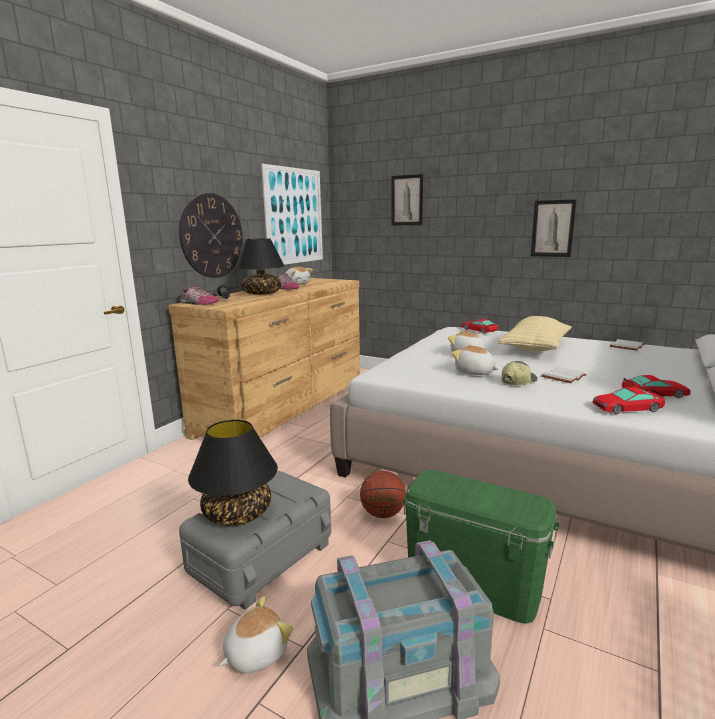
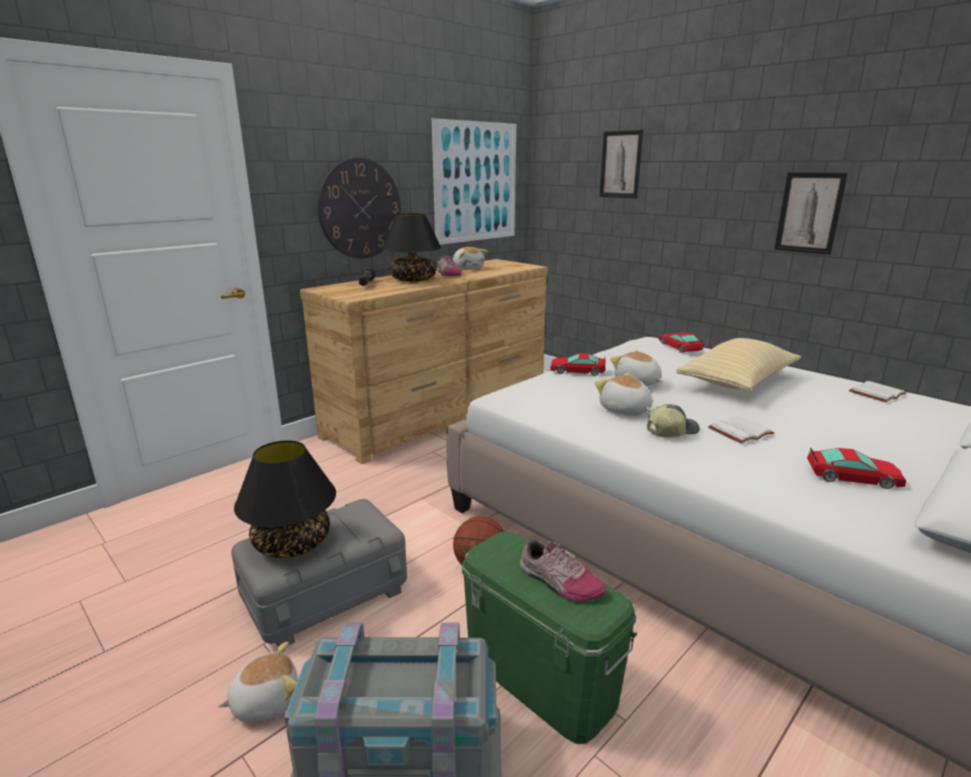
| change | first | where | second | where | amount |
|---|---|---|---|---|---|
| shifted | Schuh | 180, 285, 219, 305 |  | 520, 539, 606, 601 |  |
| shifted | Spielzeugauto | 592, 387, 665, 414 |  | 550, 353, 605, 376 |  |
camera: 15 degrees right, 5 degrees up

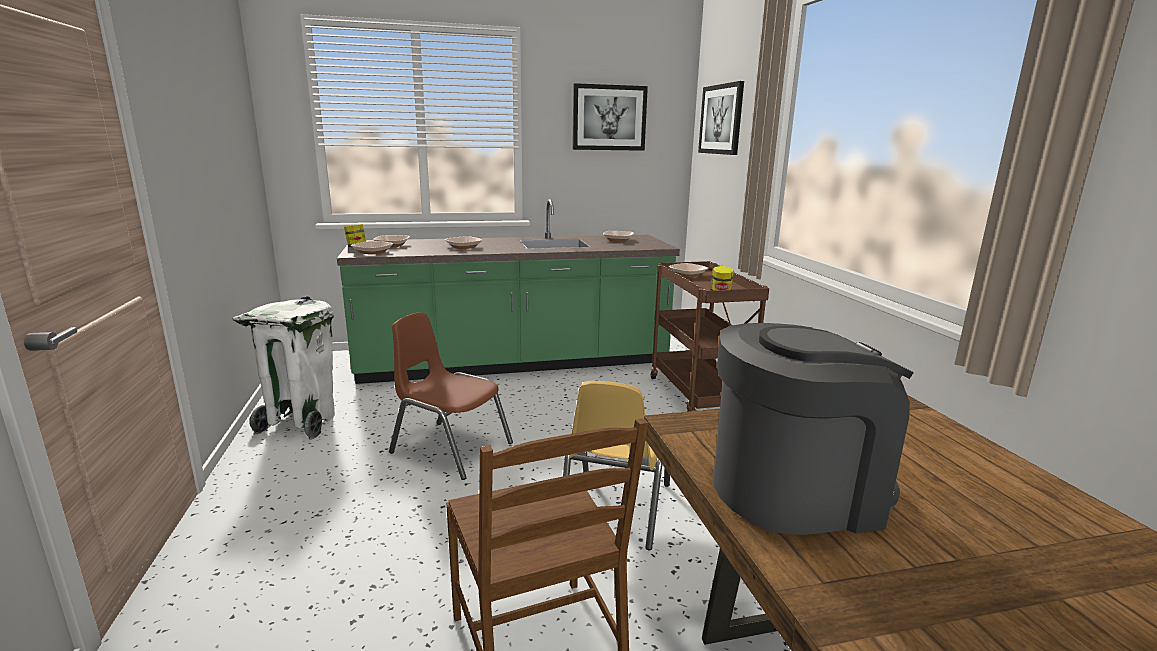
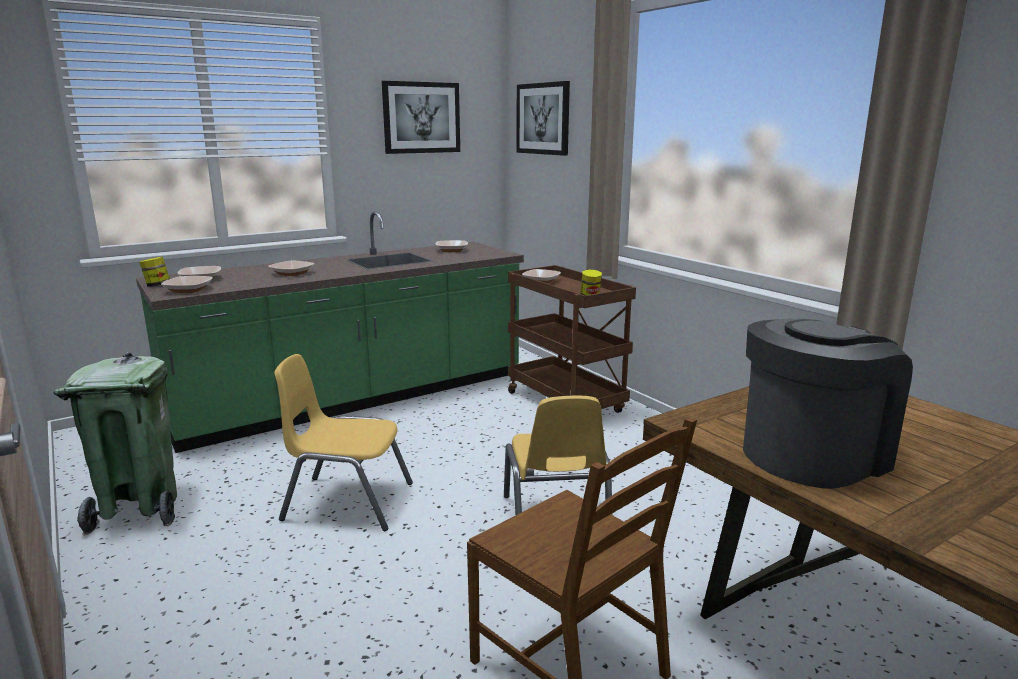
| change | first | where | second | where | amount |
|---|---|---|---|---|---|
| repainted | Mülleimer [weiß] | 232, 296, 335, 440 | Mülleimer [grün] | 53, 352, 177, 536 |  |
| repainted | Stuhl [braun] | 389, 312, 513, 480 | Stuhl [gelb] | 274, 354, 413, 531 |  |
camera: 20 degrees left, 0 degrees up

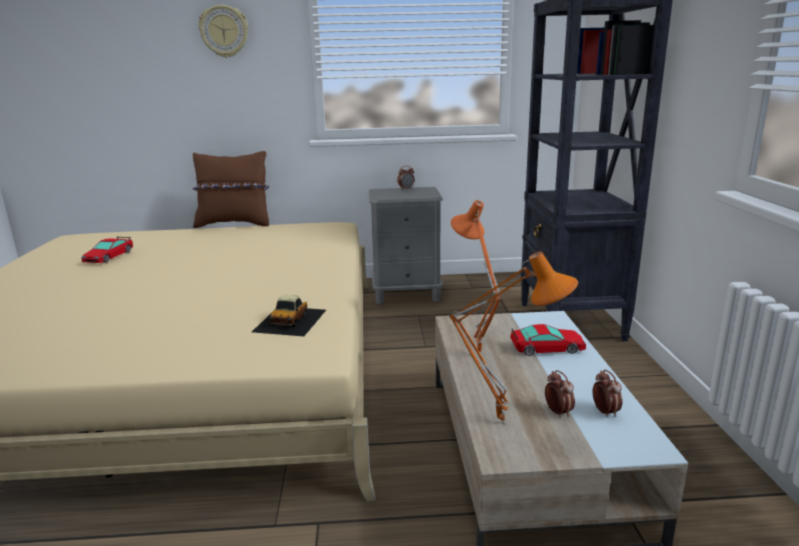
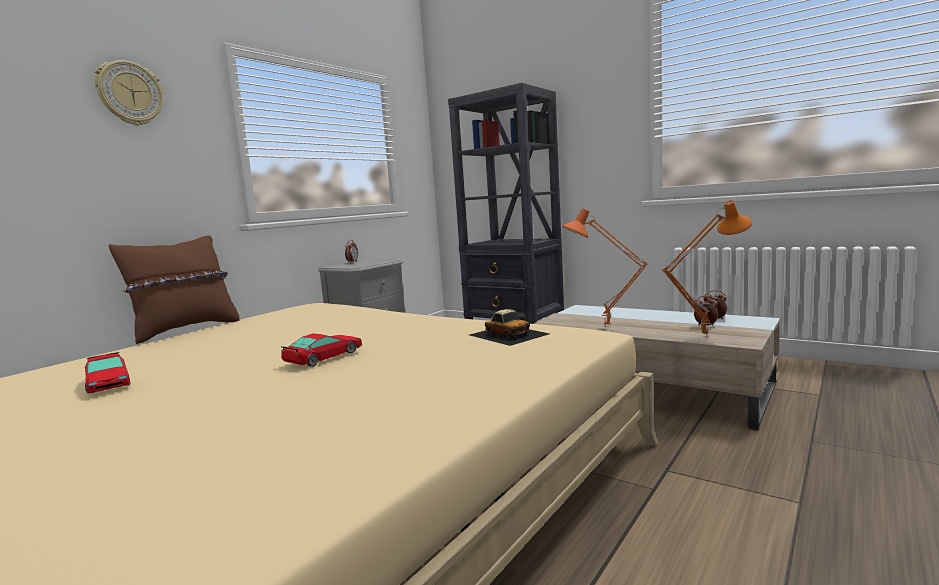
| change | first | where | second | where | amount |
|---|---|---|---|---|---|
| shifted | Spielzeugauto | 510, 324, 586, 356 |  | 281, 334, 362, 367 |  |
camera: 50 degrees left, 10 degrees down

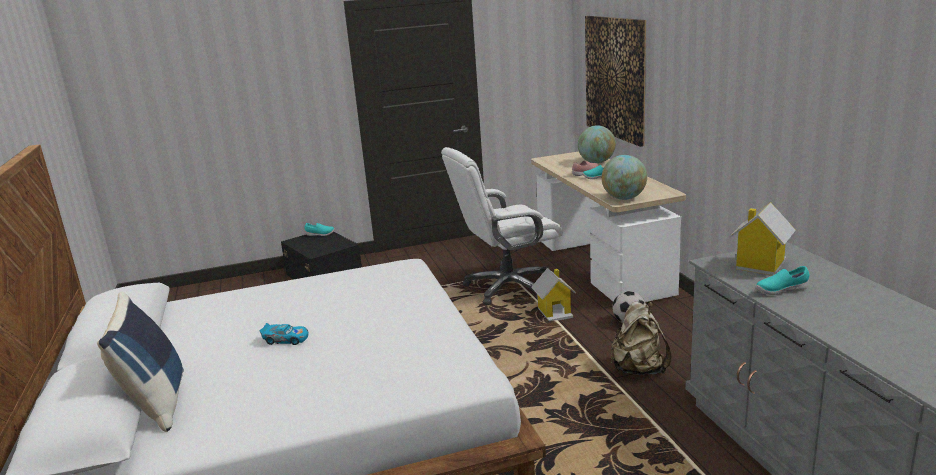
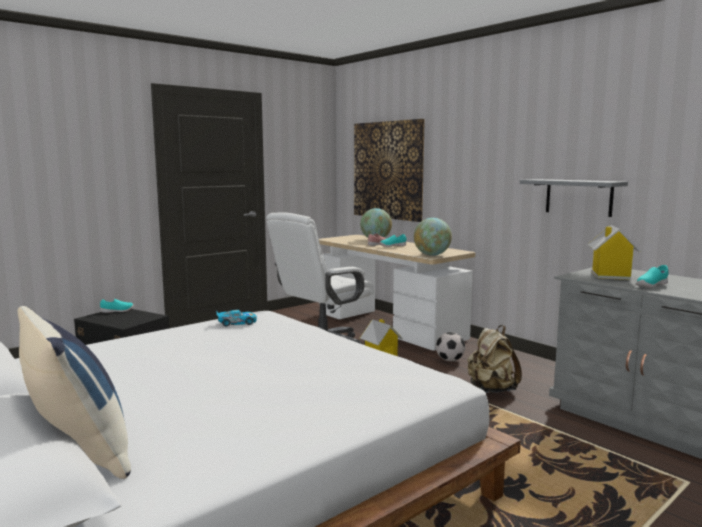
| change | first | where | second | where | amount |
|---|---|---|---|---|---|
| shifted | Spielzeugauto | 259, 323, 309, 345 |  | 216, 310, 257, 327 |  |
| new |  |  | Wandregal [grau] | 520, 179, 628, 217 |  |
camera: 25 degrees left, 10 degrees down

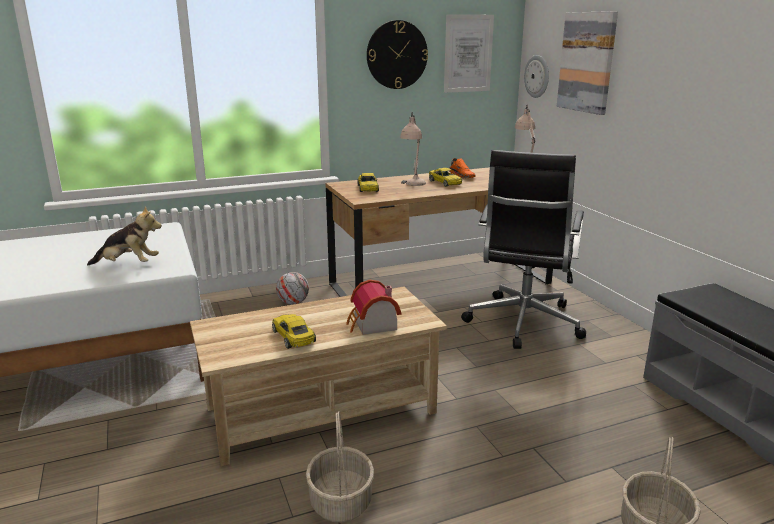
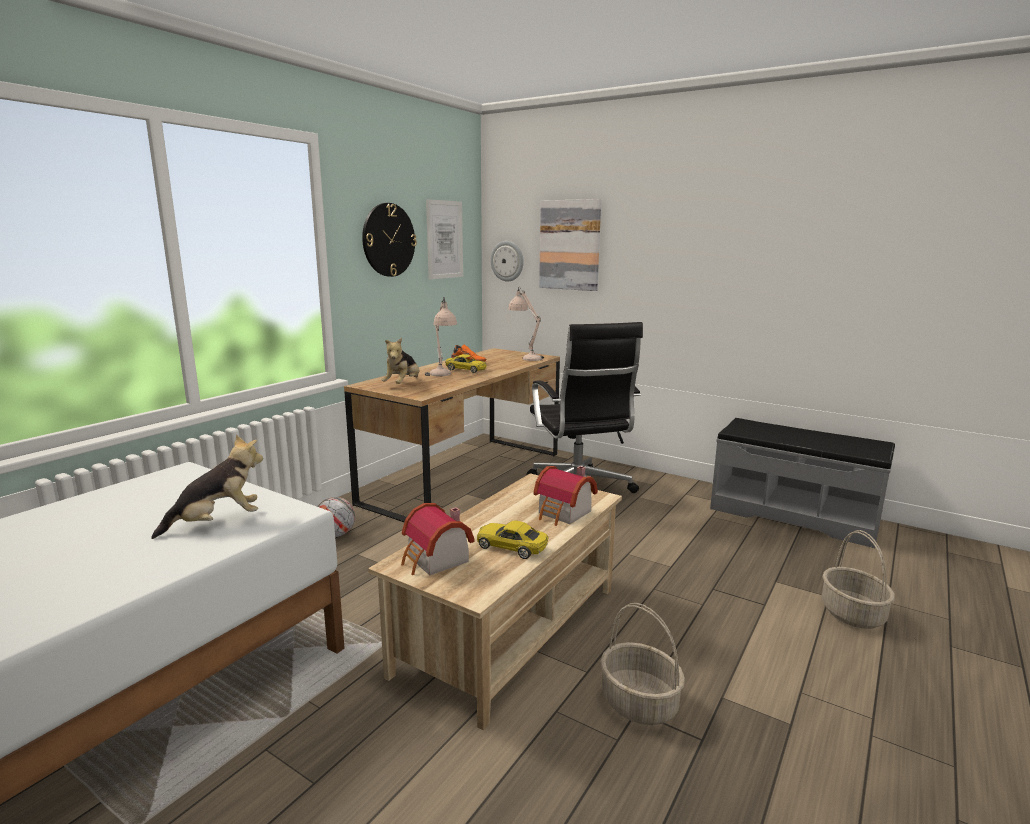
| change | first | where | second | where | amount |
|---|---|---|---|---|---|
| swapped | Spielzeugauto [gelb] | 357, 173, 379, 192 | Plüschtier | 382, 338, 419, 384 |  |
| new |  |  | Spielzeughaus | 401, 503, 475, 575 |  |
camera: 35 degrees left, 5 degrees down

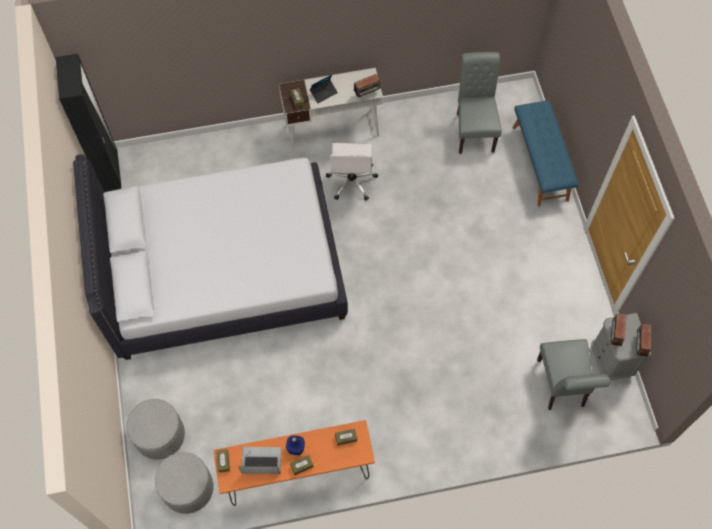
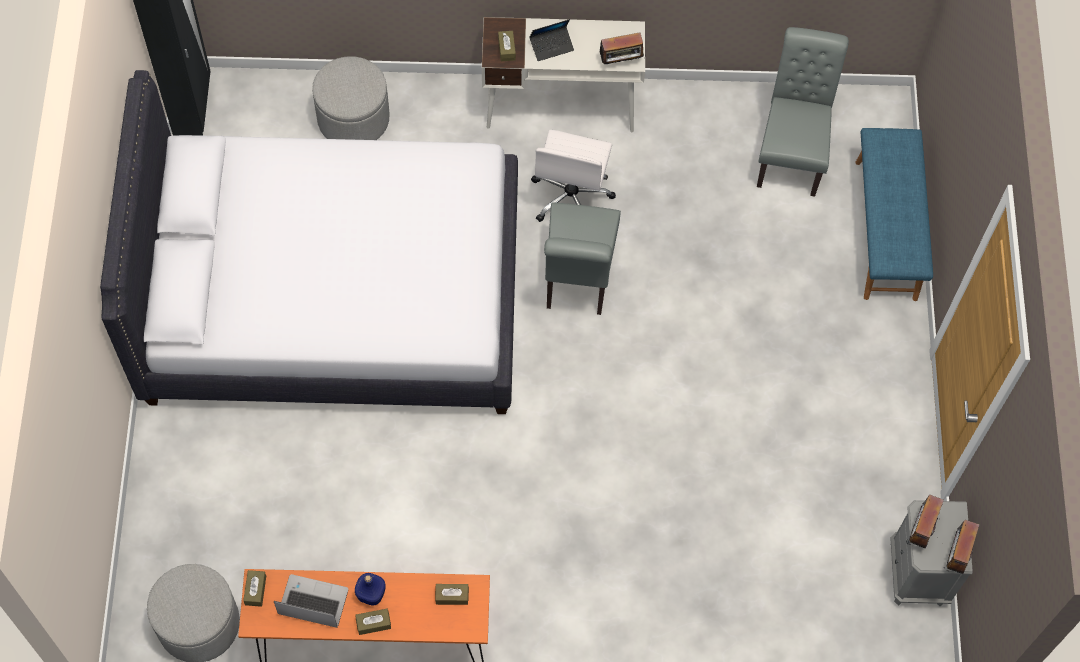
| change | first | where | second | where | amount |
|---|---|---|---|---|---|
| shifted | Polsterhocker [grau] | 126, 399, 185, 460 |  | 312, 56, 390, 140 |  |
| shifted | Stuhl [grau] | 537, 339, 610, 410 |  | 544, 202, 621, 315 |  |
camera: 10 degrees right, 0 degrees up

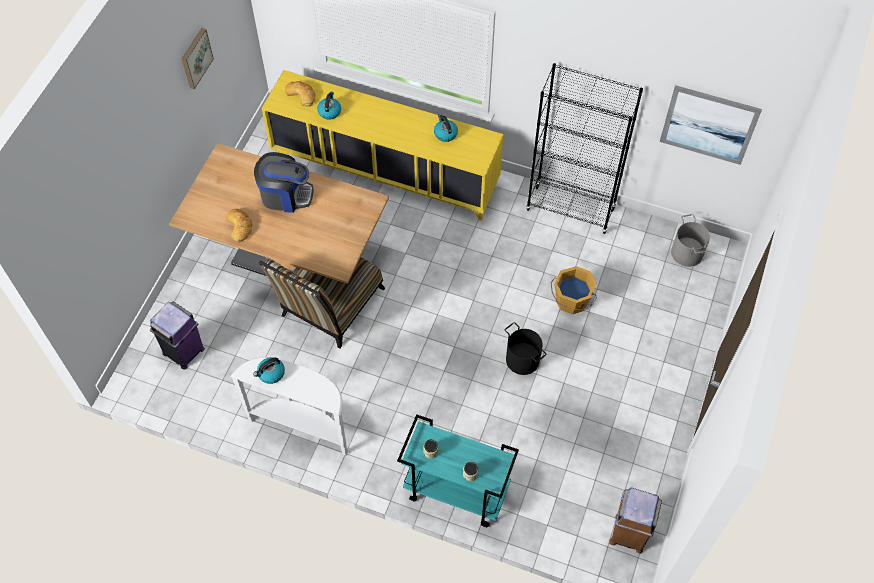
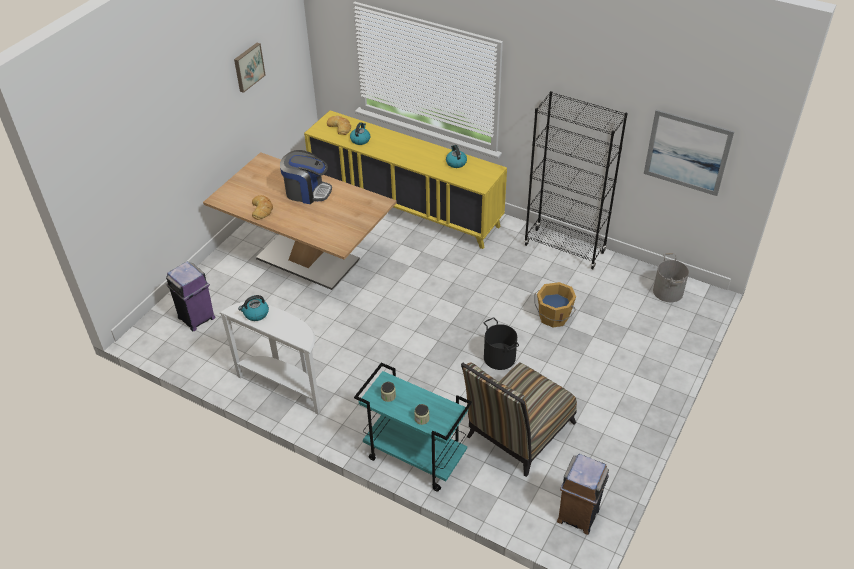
| change | first | where | second | where | amount |
|---|---|---|---|---|---|
| shifted | Stuhl | 259, 257, 385, 349 |  | 461, 362, 577, 477 |  |
camera: 10 degrees right, 15 degrees down

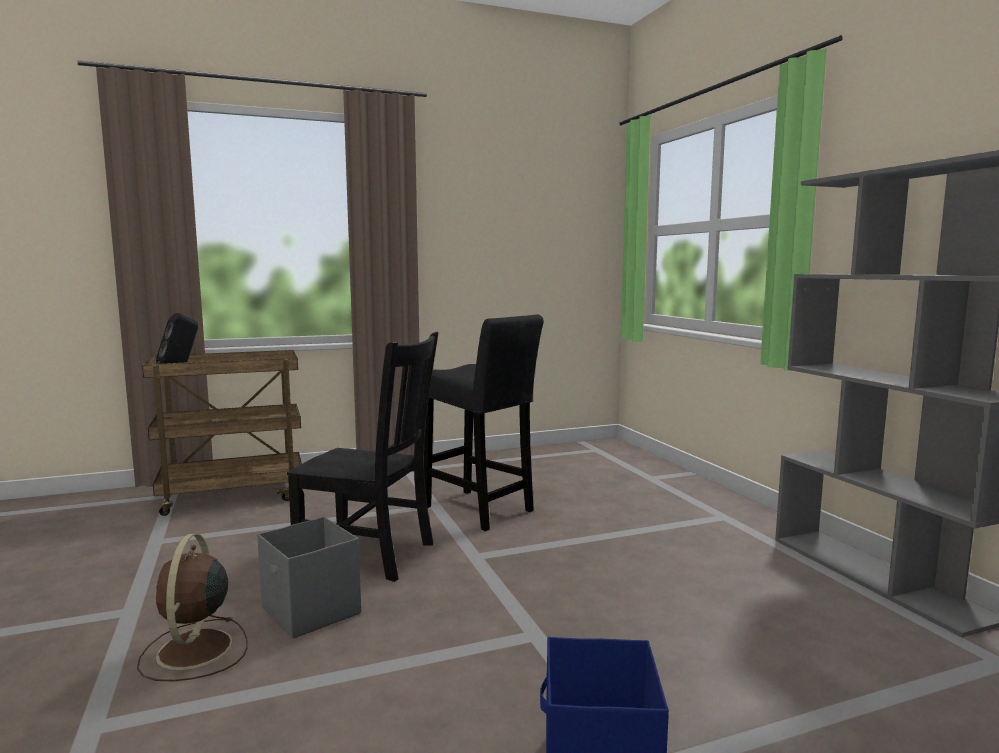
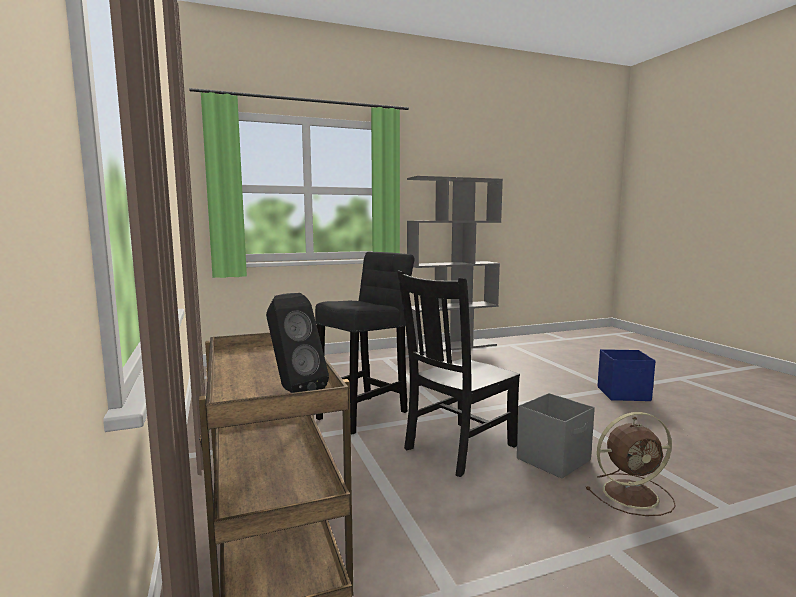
| change | first | where | second | where | amount |
|---|---|---|---|---|---|
| rotated | Stuhl [schwarz] | 287, 332, 439, 582 |  | 397, 271, 520, 477 | 150 degrees counterclockwise |
camera: 90 degrees left, 0 degrees up

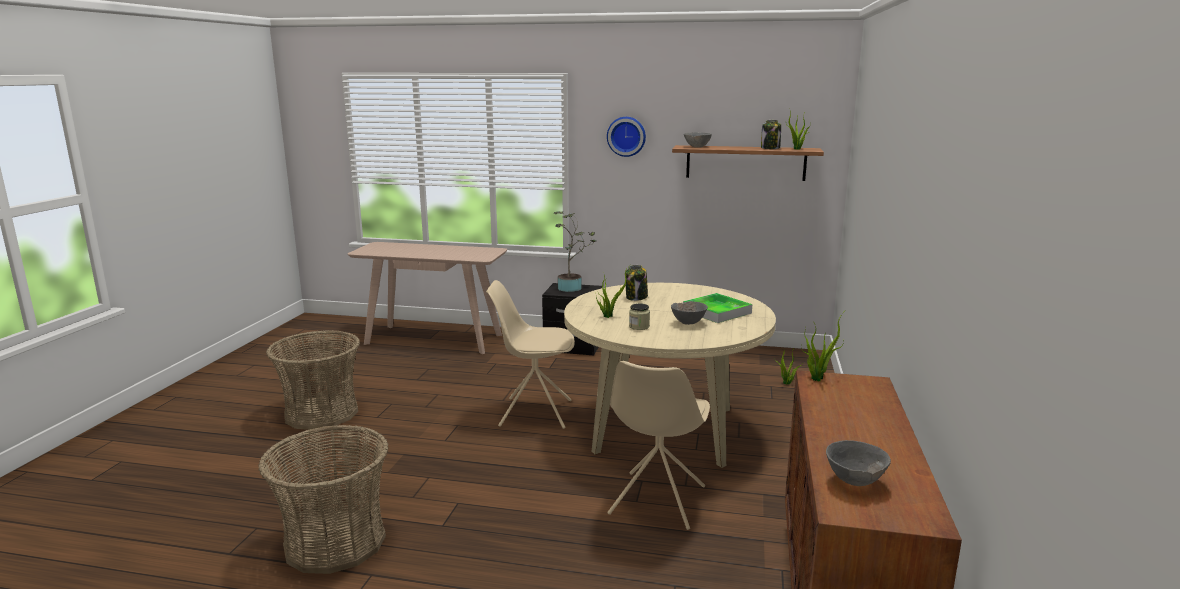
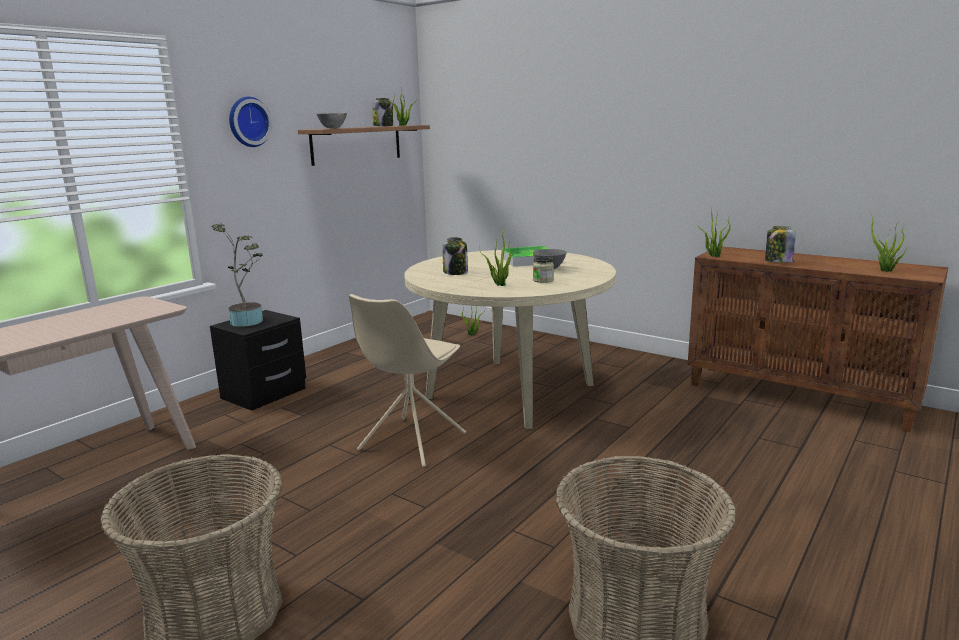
| change | first | where | second | where | amount |
|---|---|---|---|---|---|
| gone | Stuhl [beige] | 607, 361, 710, 530 |  |  |  |
| swapped | Schüssel [grau] | 826, 440, 891, 486 | Topfpflanze | 869, 211, 908, 272 |  |
| new |  |  | Vorratsglas | 765, 226, 796, 263 |  |
camera: 65 degrees left, 0 degrees up

